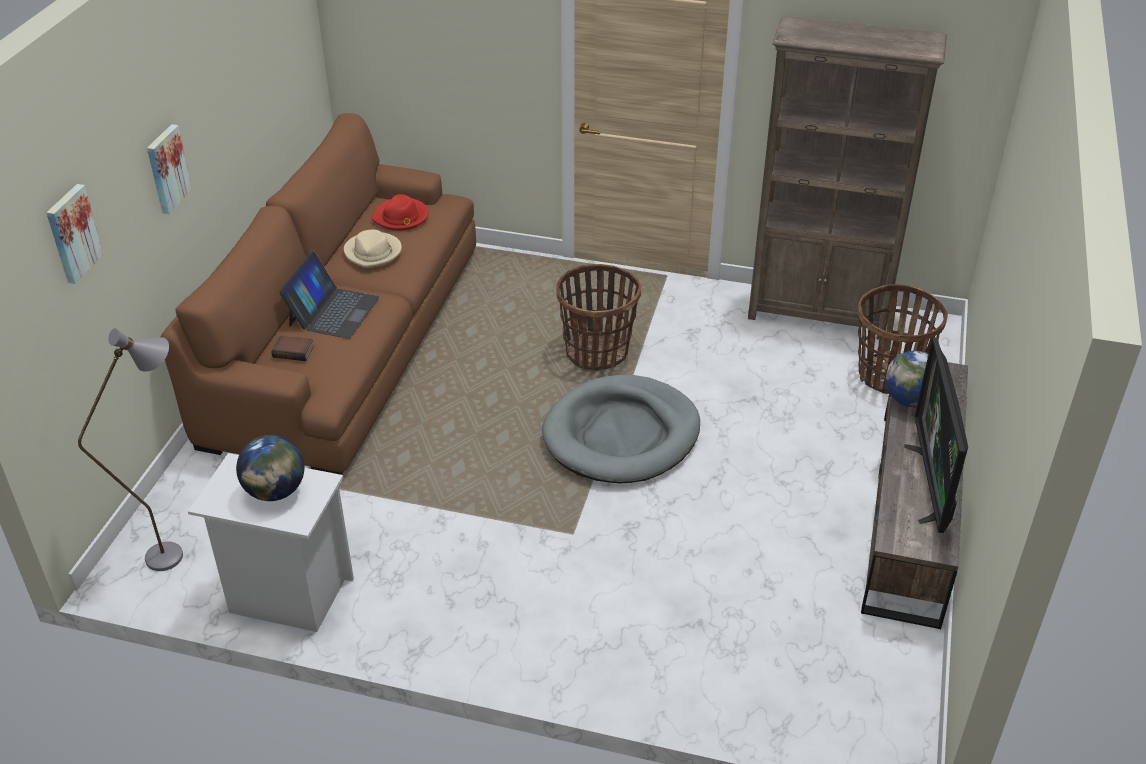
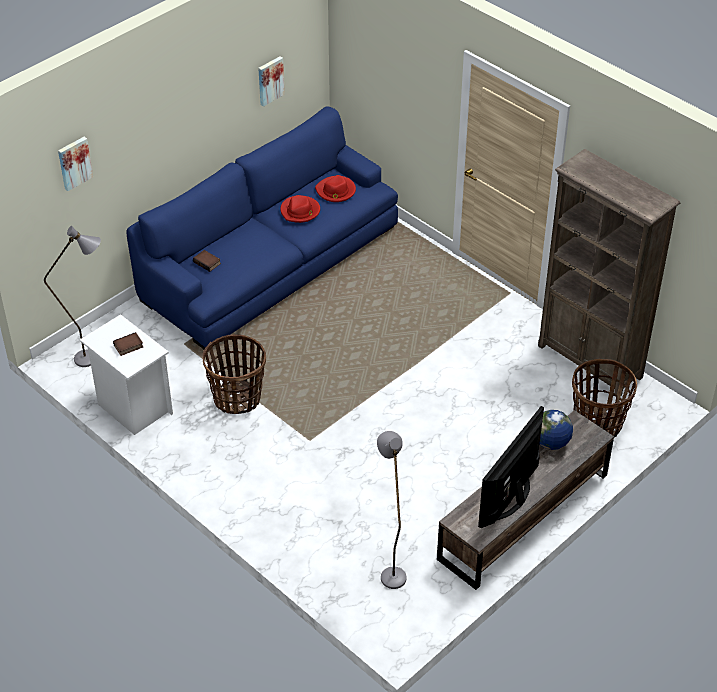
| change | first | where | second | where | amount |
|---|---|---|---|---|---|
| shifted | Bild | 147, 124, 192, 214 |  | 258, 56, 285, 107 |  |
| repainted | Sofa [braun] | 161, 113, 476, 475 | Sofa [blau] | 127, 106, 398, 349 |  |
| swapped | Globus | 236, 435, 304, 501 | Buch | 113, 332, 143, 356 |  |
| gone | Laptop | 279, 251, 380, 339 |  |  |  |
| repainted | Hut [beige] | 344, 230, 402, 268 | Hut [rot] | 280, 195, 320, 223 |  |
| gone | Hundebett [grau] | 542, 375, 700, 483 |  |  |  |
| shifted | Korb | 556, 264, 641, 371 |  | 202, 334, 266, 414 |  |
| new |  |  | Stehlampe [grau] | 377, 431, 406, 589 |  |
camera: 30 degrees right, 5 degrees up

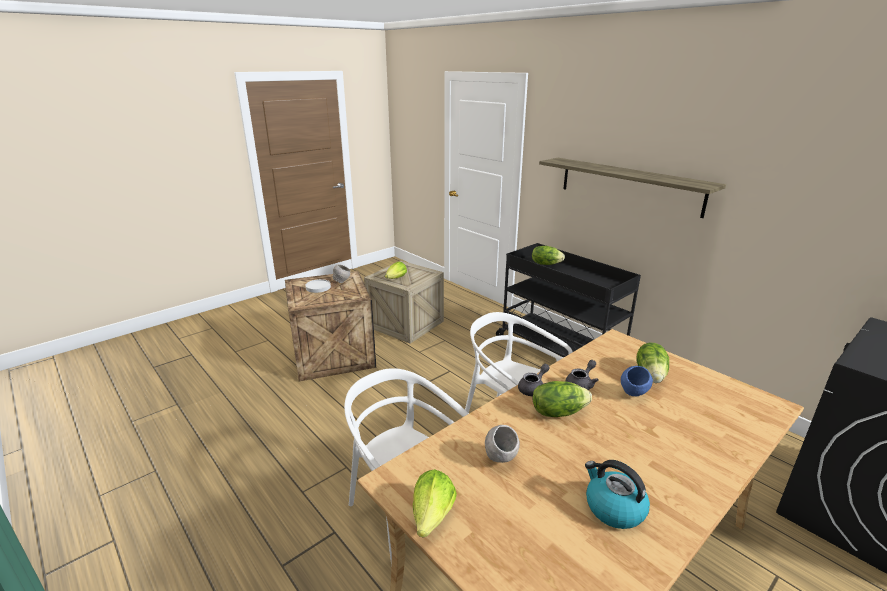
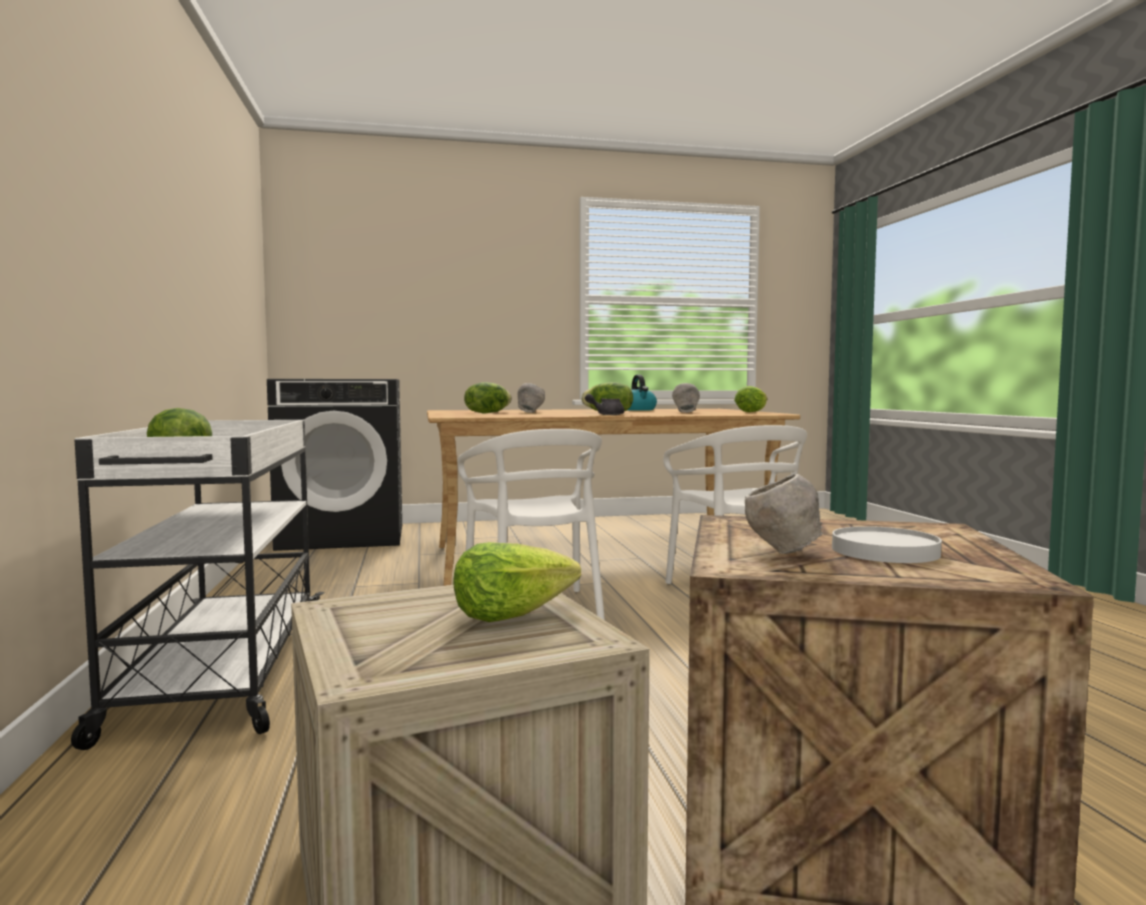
| change | first | where | second | where | amount |
|---|---|---|---|---|---|
| repainted | Rollwagen [schwarz] | 496, 243, 641, 357 | Rollwagen [weiß] | 71, 420, 325, 750 |  |
| gone | Wandregal | 539, 158, 726, 218 |  |  |  |
| gone | Teekanne [grau] | 565, 360, 599, 390 |  |  |  |
| repainted | Schüssel [blau] | 621, 366, 653, 397 | Schüssel [grau] | 517, 383, 545, 413 |  |
camera: 150 degrees left, 20 degrees down

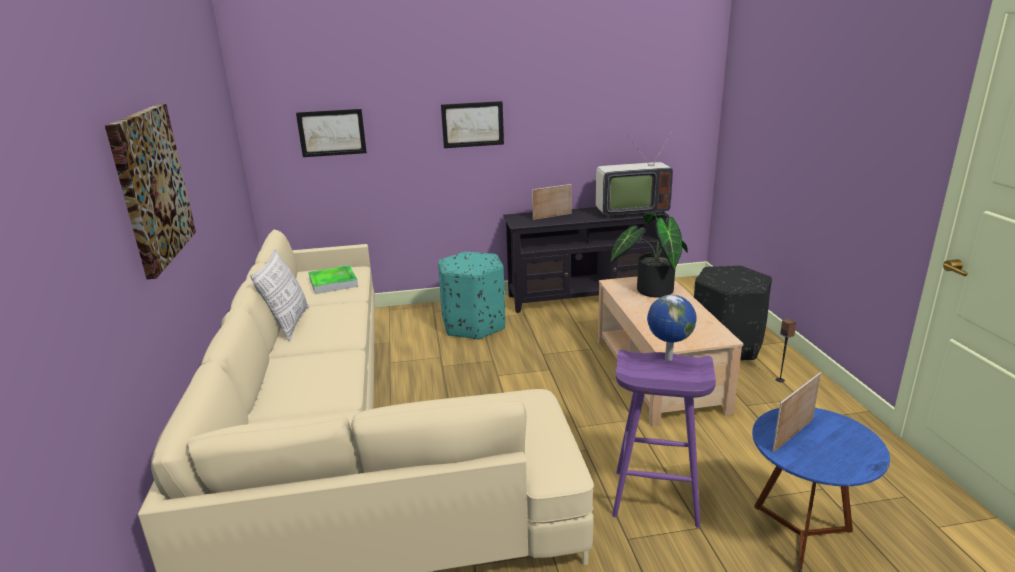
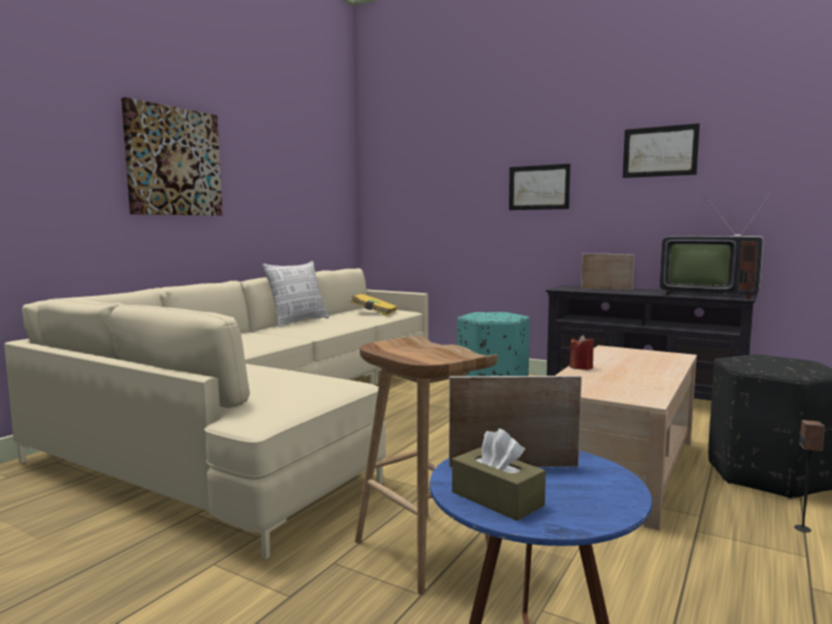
| change | first | where | second | where | amount |
|---|---|---|---|---|---|
| shifted | Bild | 296, 109, 367, 157 |  | 623, 123, 700, 178 |  |
| swapped | Tablett | 309, 265, 358, 294 | Buch [gelb] | 350, 293, 397, 316 |  |
| gone | Topfpflanze | 610, 213, 688, 298 |  |  |  |
| repainted | Hocker [lila] | 612, 349, 716, 528 | Hocker [braun] | 355, 336, 497, 594 |  |
| gone | Globus | 647, 295, 697, 361 |  |  |  |
| new |  |  | Taschentuchbox [braun] | 452, 429, 546, 521 |  |
| new |  |  | Kerze [rot] | 569, 335, 594, 370 |  |
camera: 40 degrees right, 15 degrees down

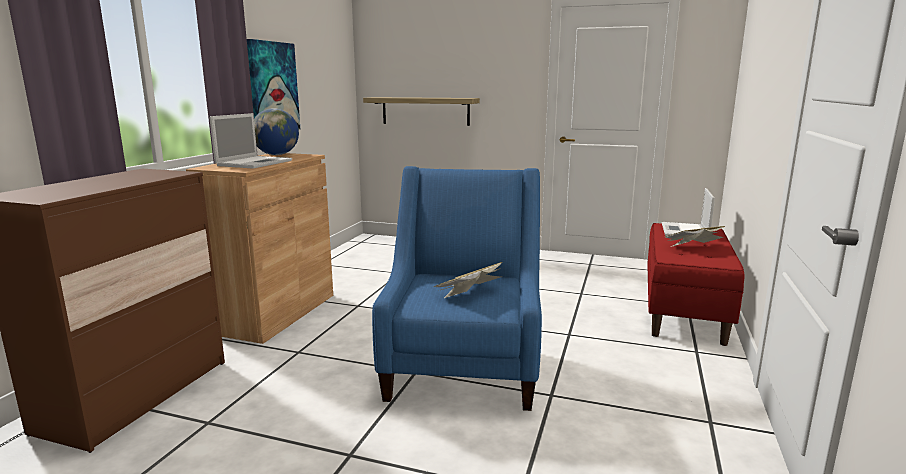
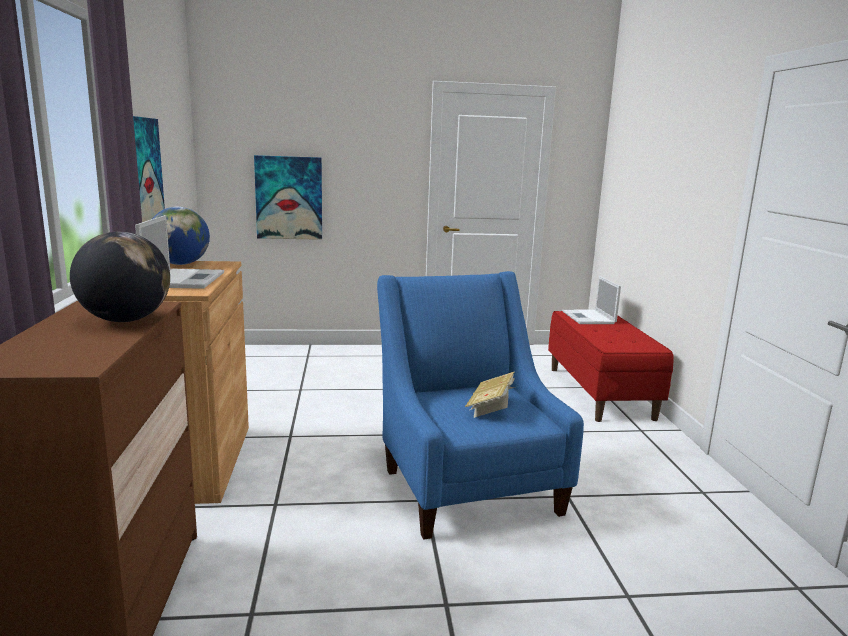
| change | first | where | second | where | amount |
|---|---|---|---|---|---|
| swapped | Wandregal | 363, 97, 480, 126 | Bild | 254, 155, 322, 240 |  |
| gone | Buch | 665, 226, 725, 247 |  |  |  |
| new |  |  | Globus | 70, 232, 170, 322 |  |
camera: 25 degrees left, 0 degrees up

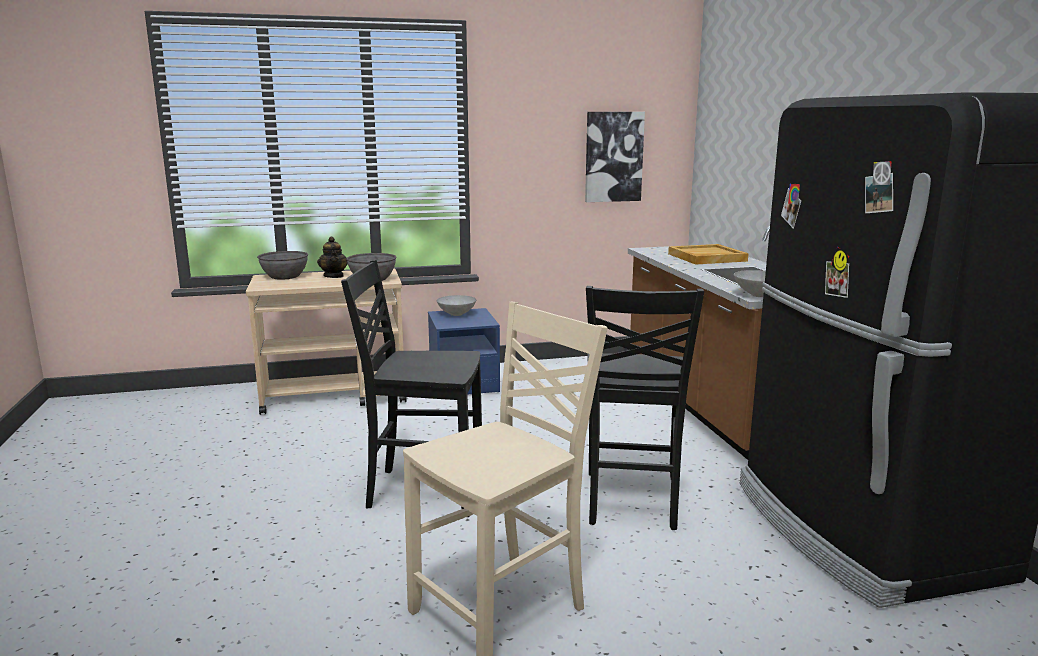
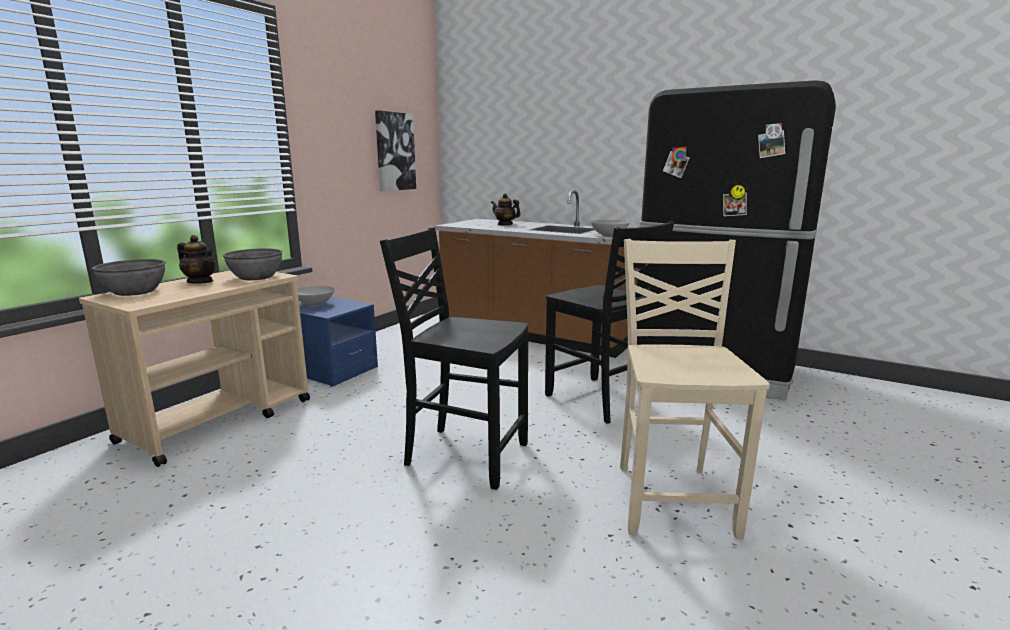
| change | first | where | second | where | amount |
|---|---|---|---|---|---|
| rotated | Stuhl [schwarz] | 341, 260, 482, 517 |  | 380, 228, 528, 490 | 60 degrees clockwise |
| swapped | Tablett [beige] | 668, 244, 749, 265 | Teekanne | 491, 193, 521, 225 |  |
camera: 45 degrees left, 0 degrees up

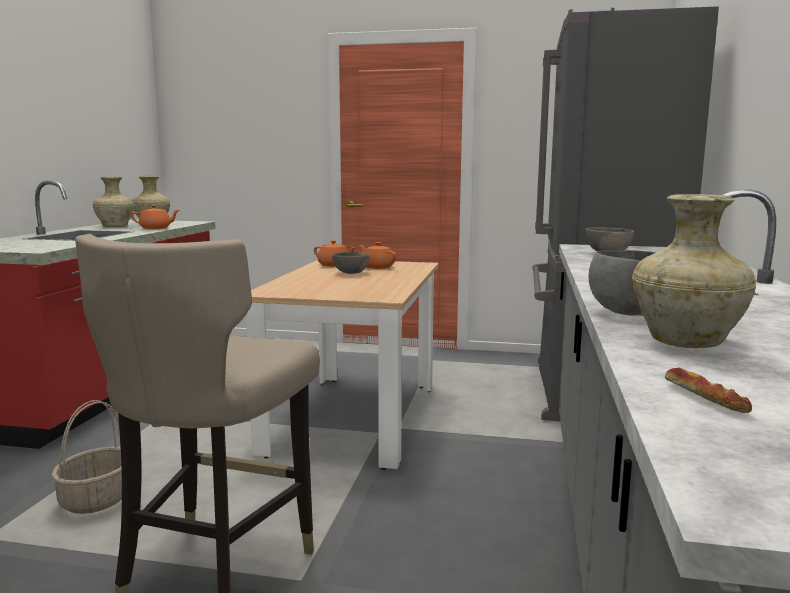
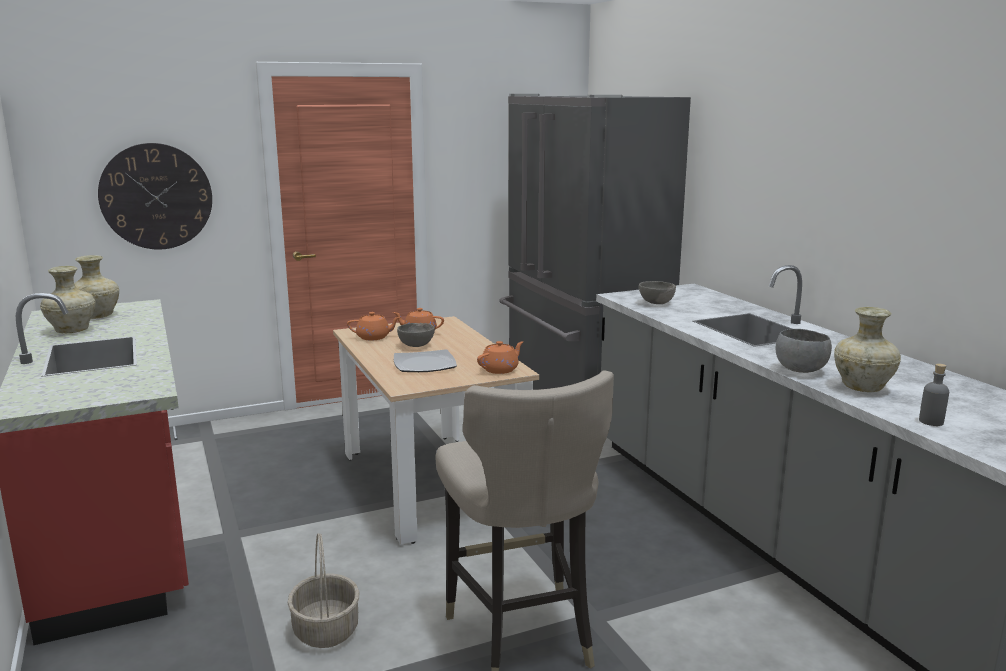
| change | first | where | second | where | amount |
|---|---|---|---|---|---|
| shifted | Teekanne [orange] | 131, 205, 179, 229 |  | 477, 341, 523, 374 |  |
| swapped | Brot | 665, 368, 752, 413 | Flasche [grau] | 919, 363, 949, 426 |  |
| new |  |  | Wanduhr | 98, 143, 212, 249 |  |
| new |  |  | Teller | 394, 349, 457, 372 |  |
camera: 35 degrees left, 5 degrees up

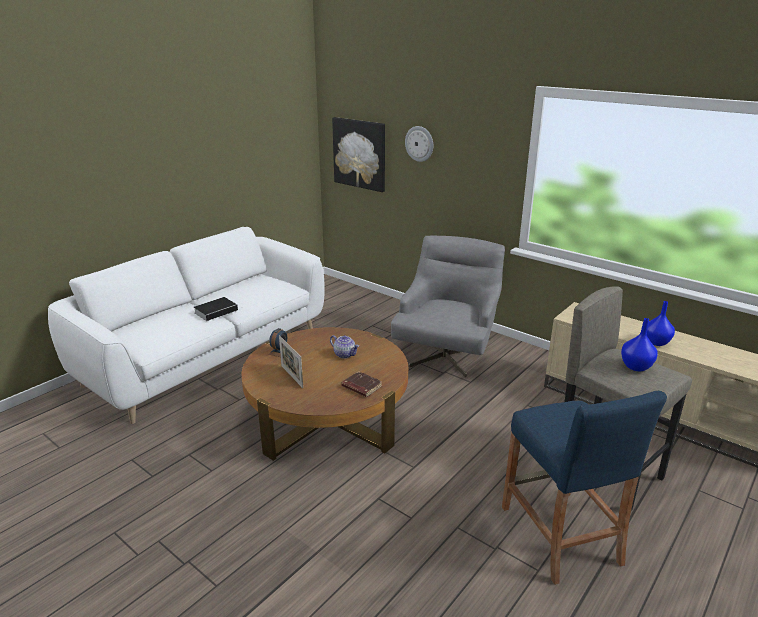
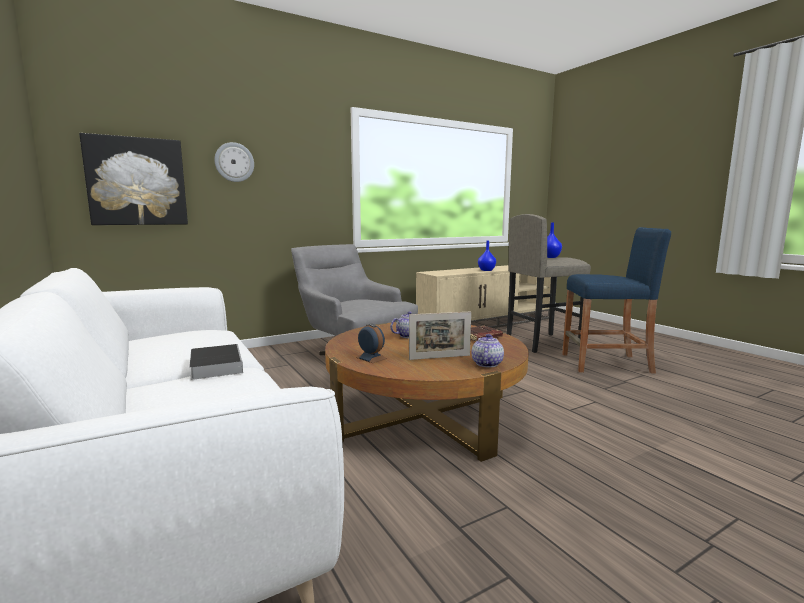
| change | first | where | second | where | amount |
|---|---|---|---|---|---|
| new |  |  | Teekanne | 472, 334, 504, 368 |  |
camera: 70 degrees left, 15 degrees down

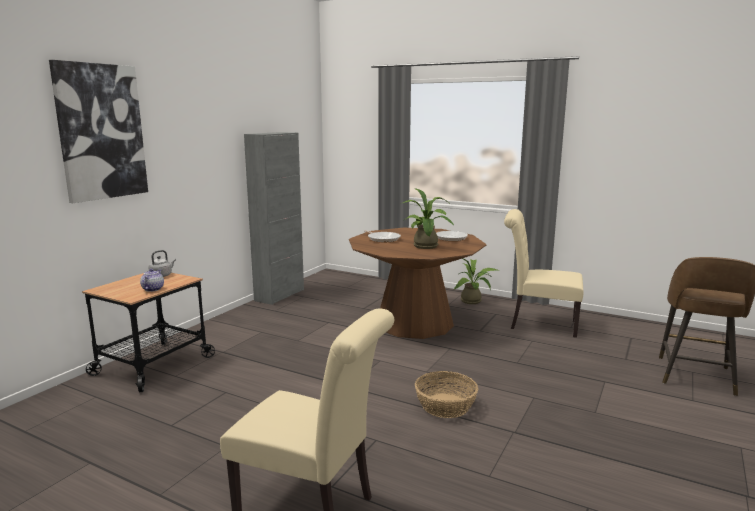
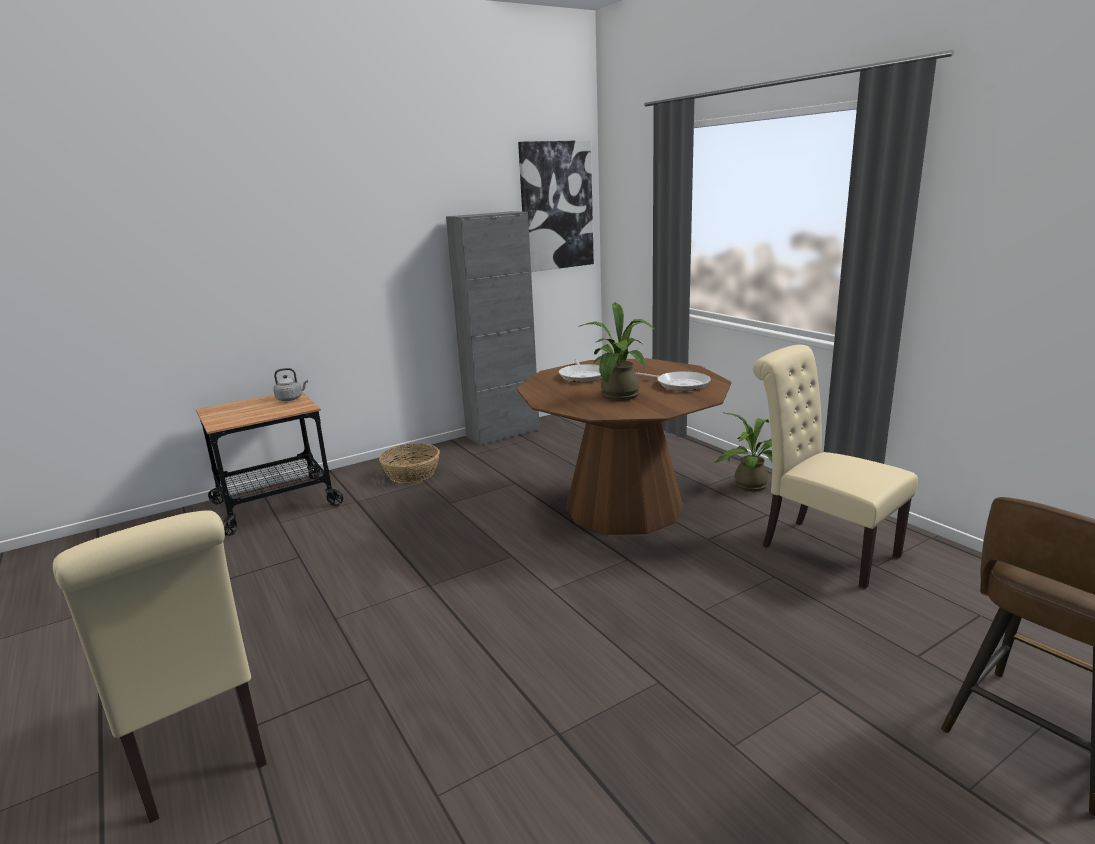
| change | first | where | second | where | amount |
|---|---|---|---|---|---|
| shifted | Bild | 49, 60, 148, 203 |  | 518, 140, 594, 272 |  |
| gone | Teekanne | 140, 269, 164, 292 |  |  |  |
| shifted | Korb | 415, 371, 478, 418 |  | 379, 443, 440, 483 |  |
camera: 30 degrees right, 5 degrees up

